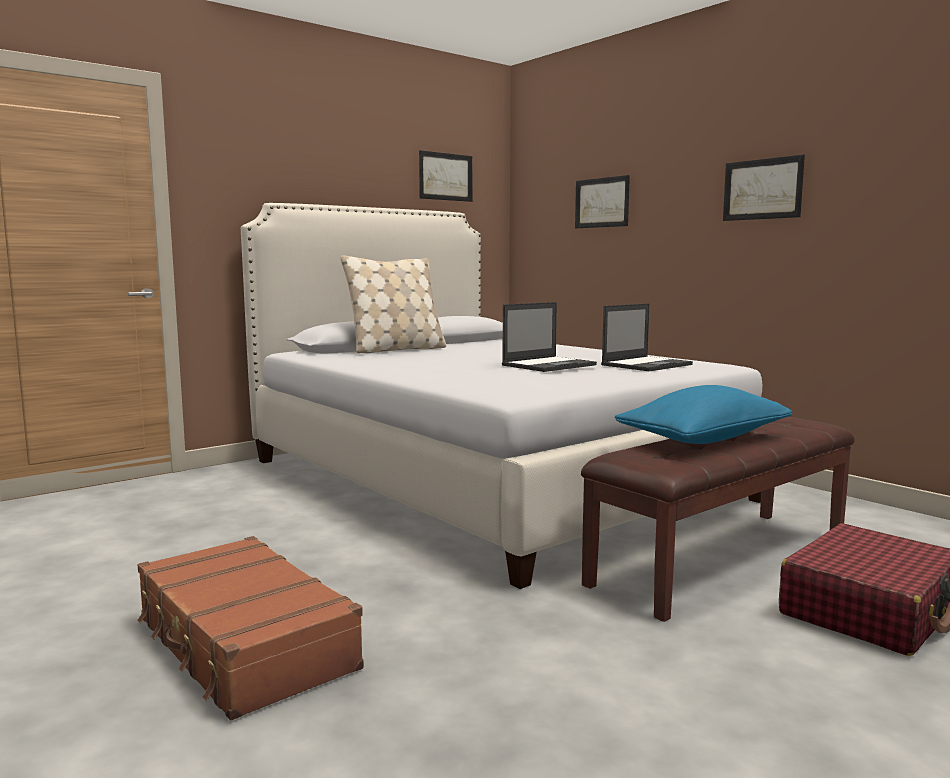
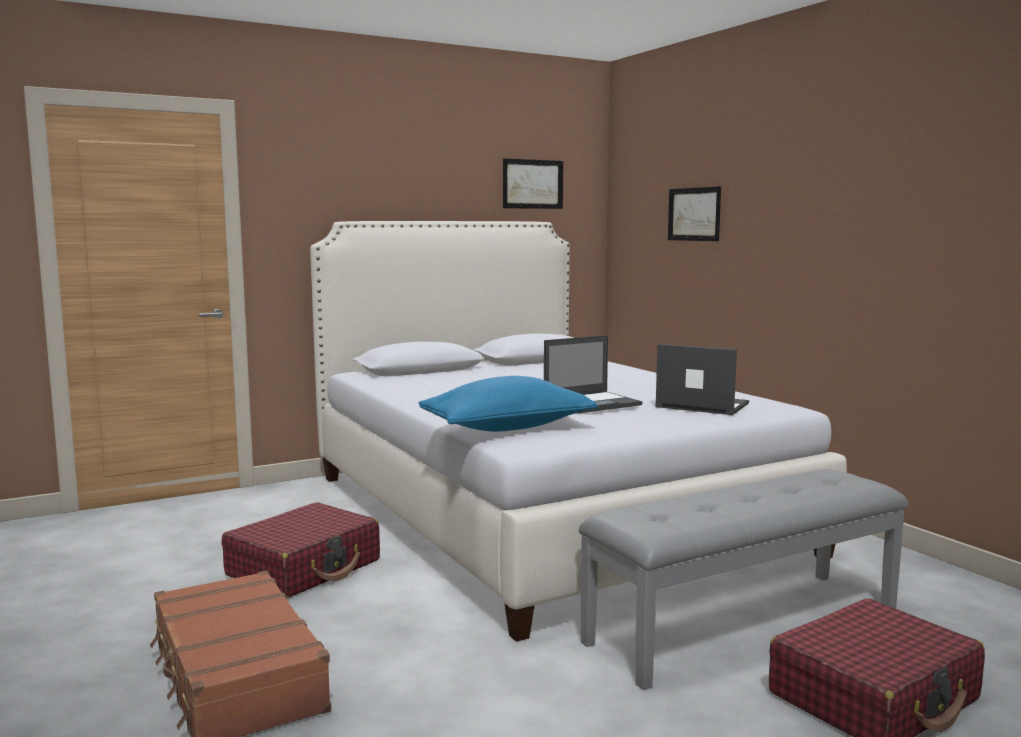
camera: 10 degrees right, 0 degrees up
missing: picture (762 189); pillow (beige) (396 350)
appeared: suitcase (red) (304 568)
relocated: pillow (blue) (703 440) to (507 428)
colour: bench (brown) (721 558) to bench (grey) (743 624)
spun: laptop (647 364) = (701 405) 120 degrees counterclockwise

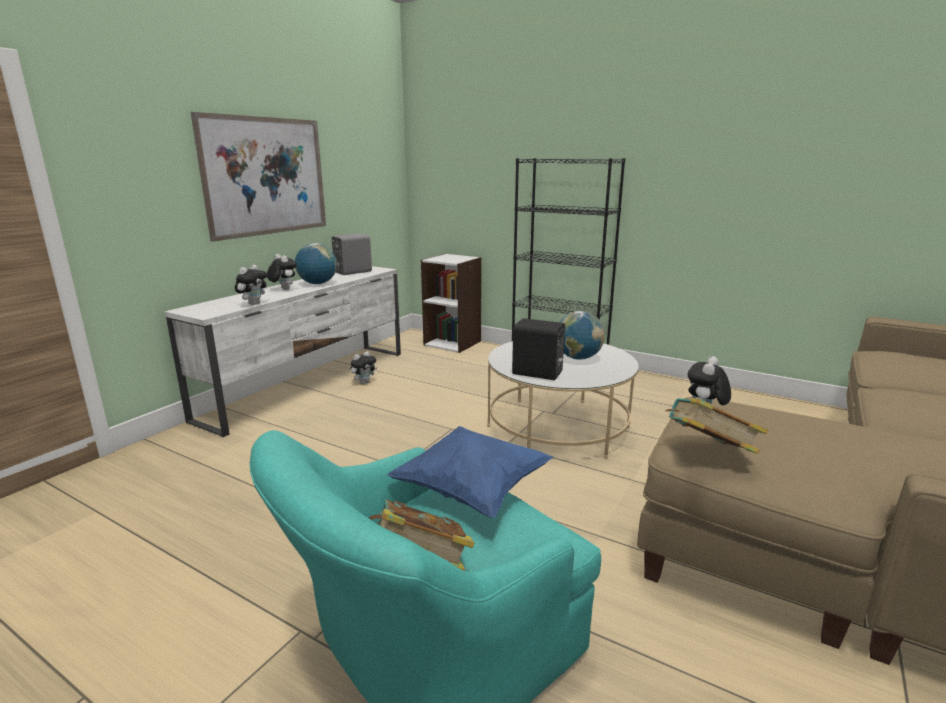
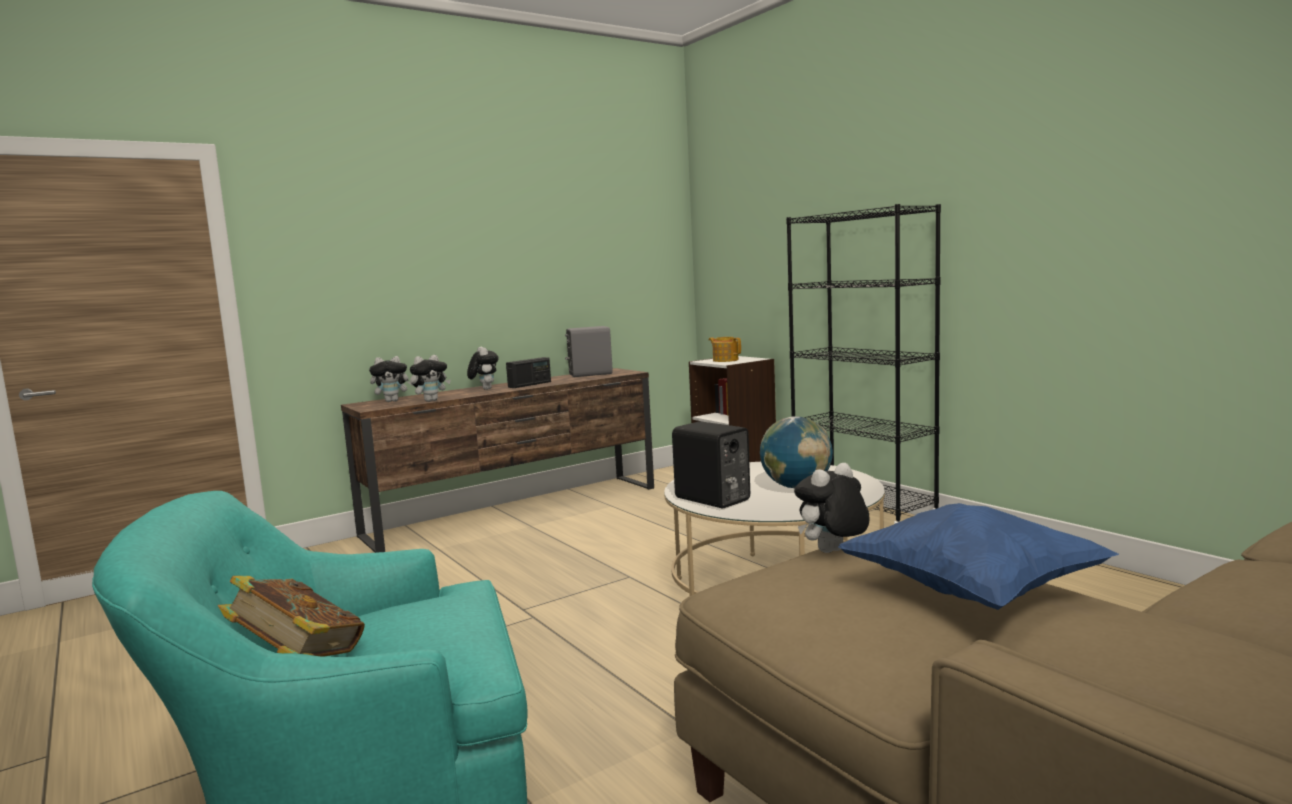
camera: 25 degrees right, 10 degrees down
missing: picture (266 176); book (708 451)
appeared: teapot (725 360)
relocated: plush toy (364 382) to (393 401); pillow (blue) (472 490) to (972 593)
exchanged: globe (317 284) to radio (530 384)
colour: tv stand (white) (310 383) to tv stand (brown) (517 510)

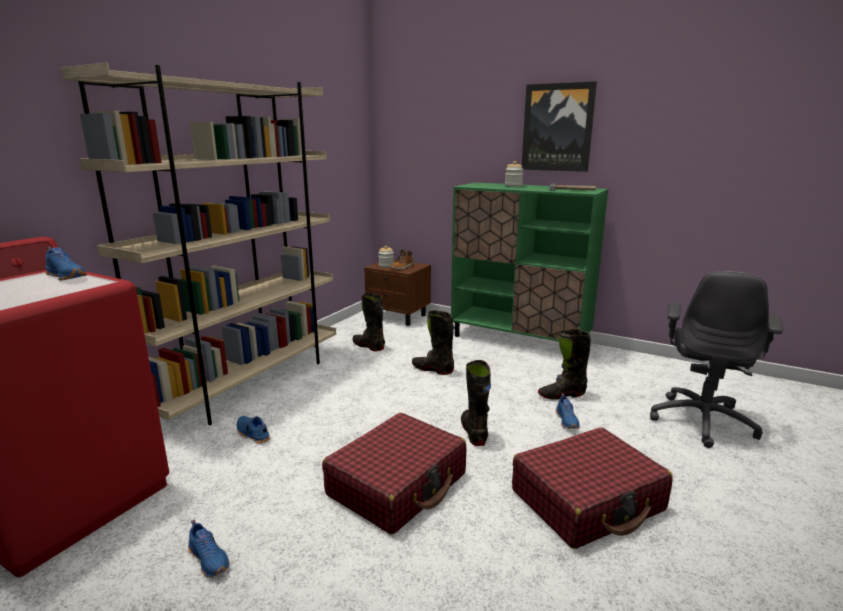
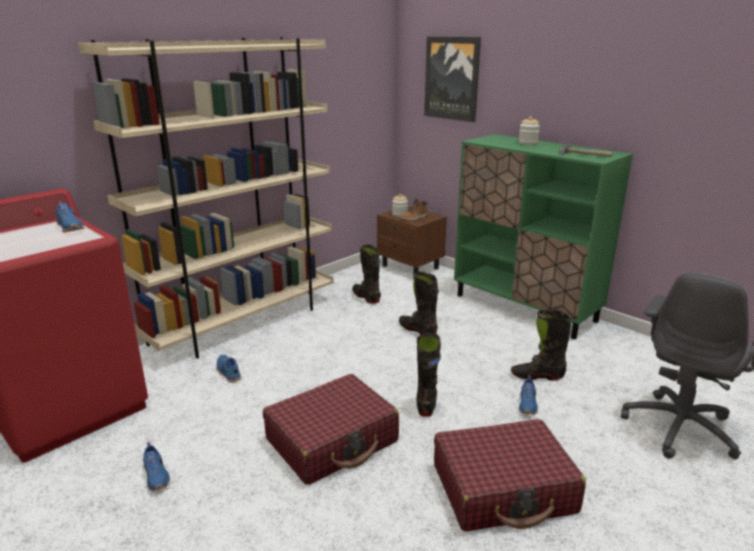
camera: 15 degrees right, 5 degrees up
relocated: picture (557 127) to (452 78)

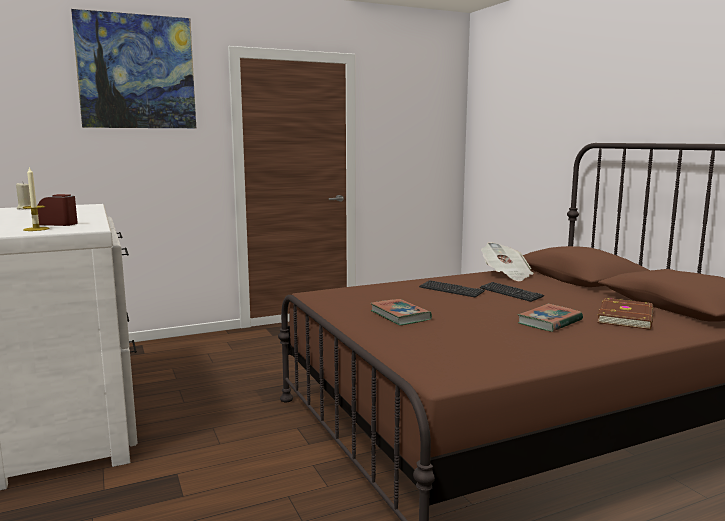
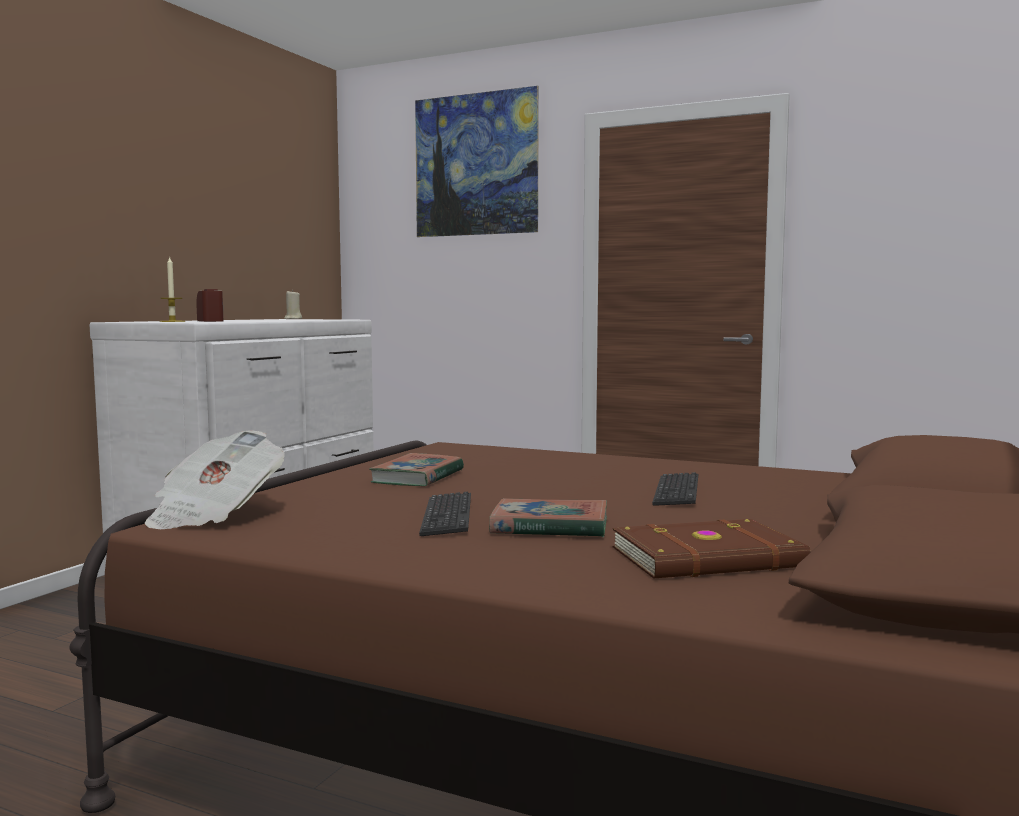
camera: 50 degrees right, 5 degrees down
relocated: newspaper (506 275) to (214 515); keyboard (451 290) to (447 517)

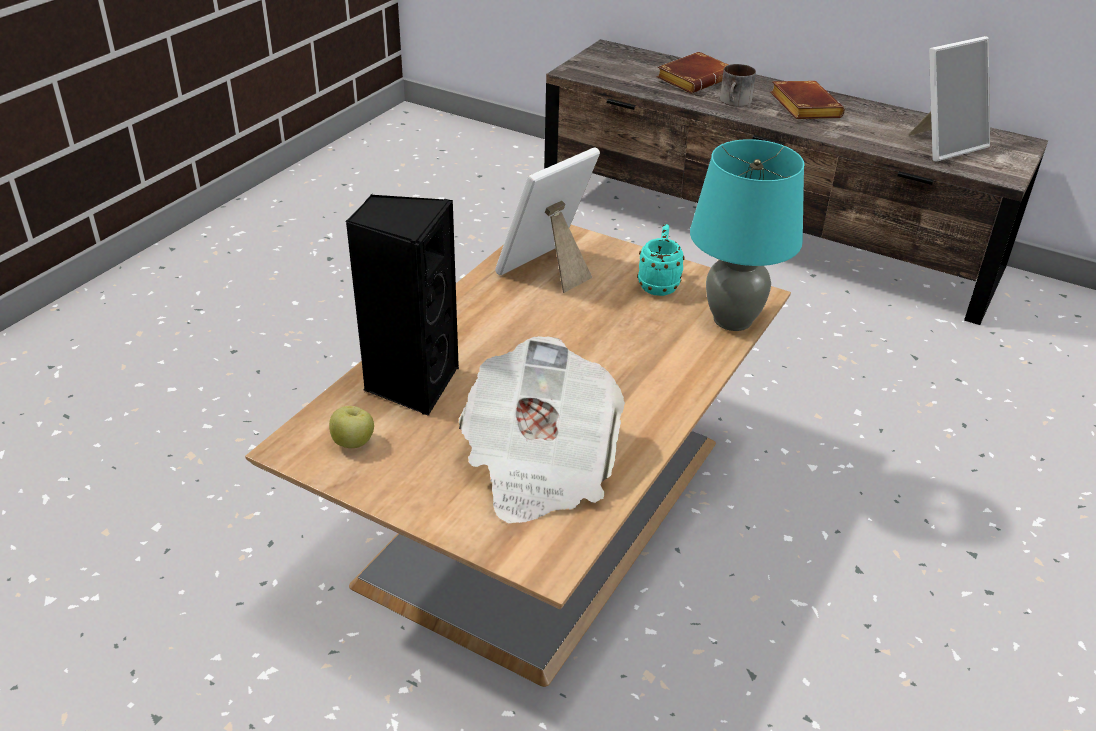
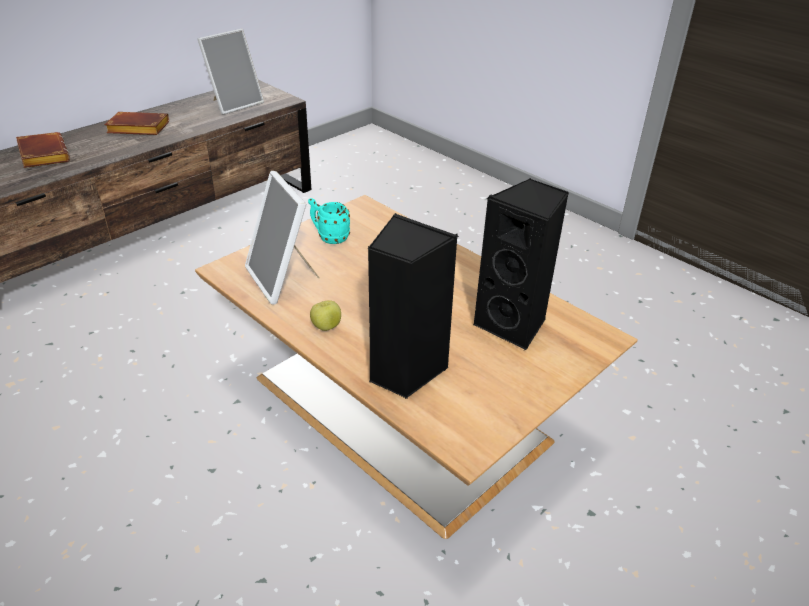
camera: 75 degrees left, 0 degrees up
missing: mug (735 102); table lamp (turquoise) (732 320)
relocated: apple (353 443) to (326 327)
exchanged: newspaper (539 465) to speaker (black) (514 325)
spun: picture frame (943 145) = (234 104) 60 degrees clockwise

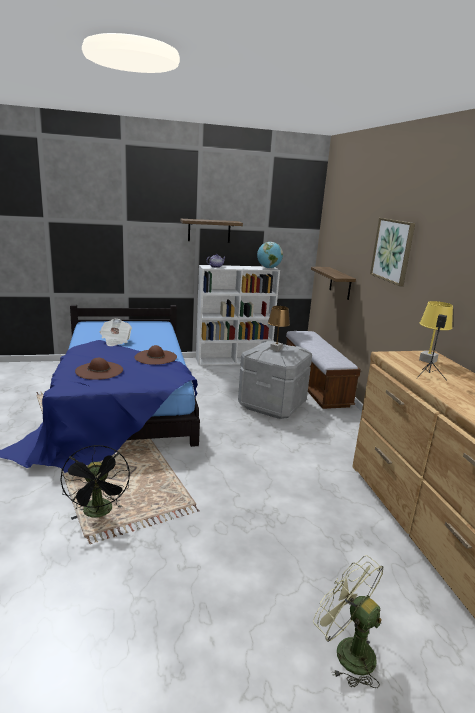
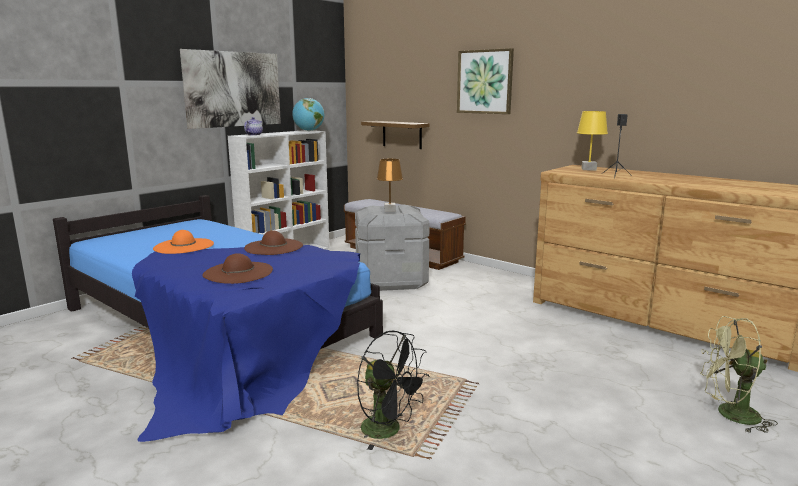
camera: 35 degrees left, 5 degrees down
exchanged: shelf (209 230) to picture (233 89); newspaper (115 341) to hat (orange) (184 246)

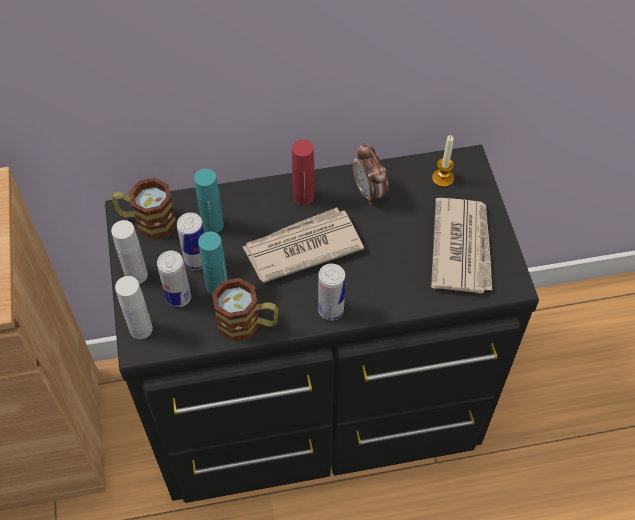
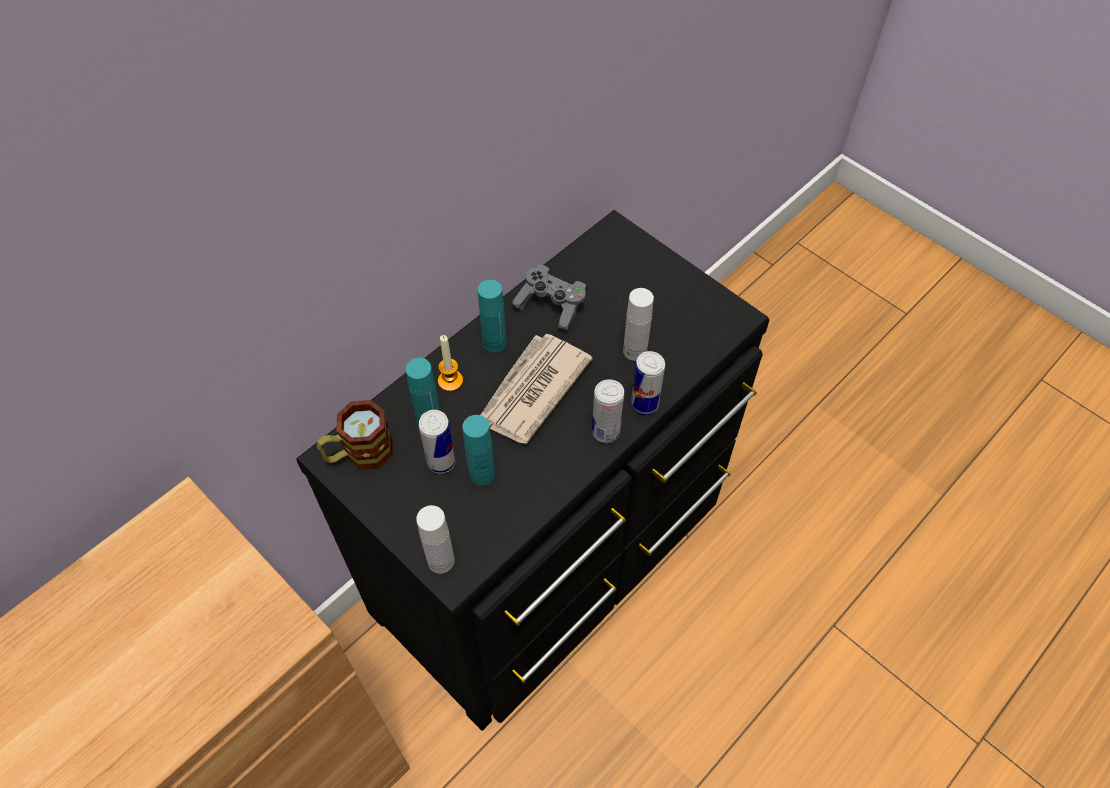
camera: 35 degrees left, 0 degrees up
missing: newspaper (462 247); mug (247 323)
relocated: candle (443 178) to (450 381); bottle (white) (136 275) to (635 351); can (178 297) to (644 404)
exchanged: alarm clock (369 192) to game controller (grey) (551 305)
colour: bottle (red) (303 196) to bottle (turquoise) (494 343)

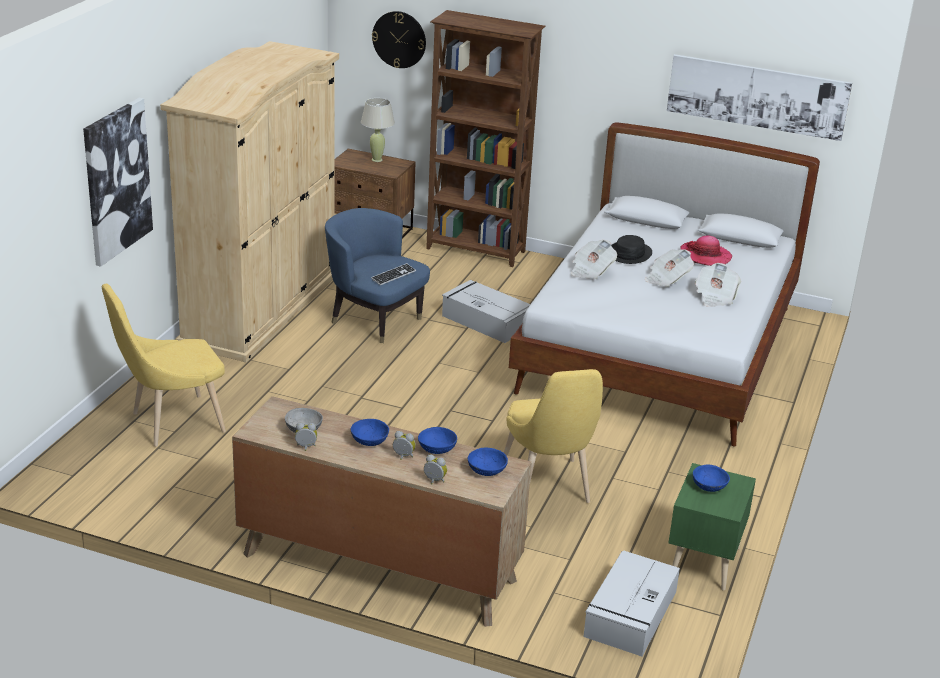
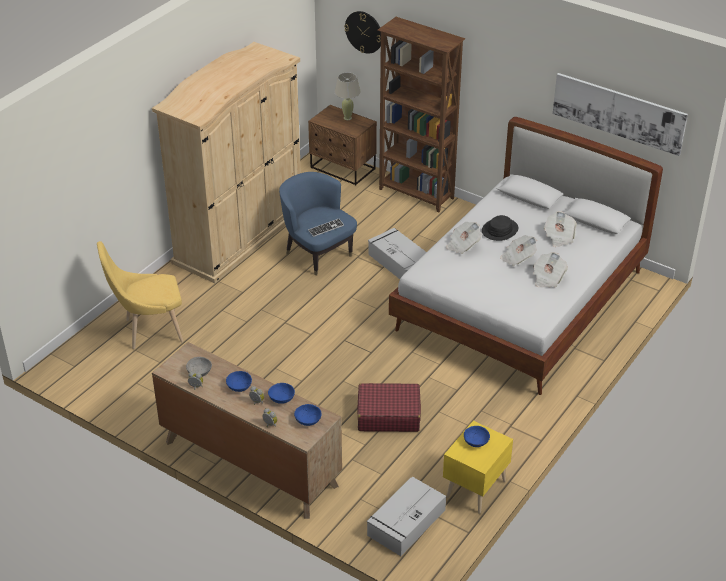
camera: 15 degrees right, 10 degrees up
missing: picture (117 181)
exchanged: hat (705 256) to newspaper (559 237); chair (yellow) (547 489) to suitcase (red) (388 415)
colour: nightstand (green) (703 562) to nightstand (yellow) (474 489)

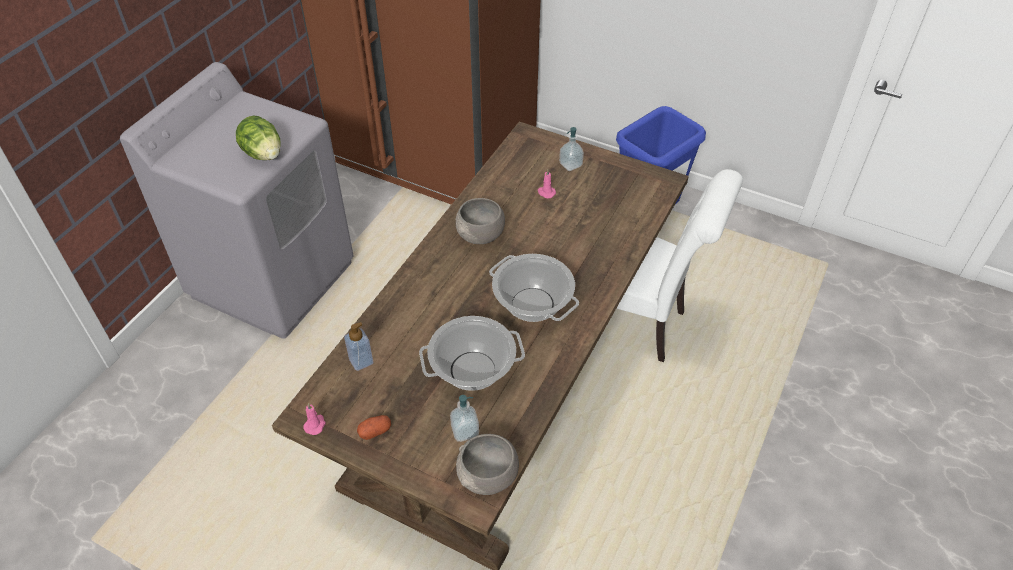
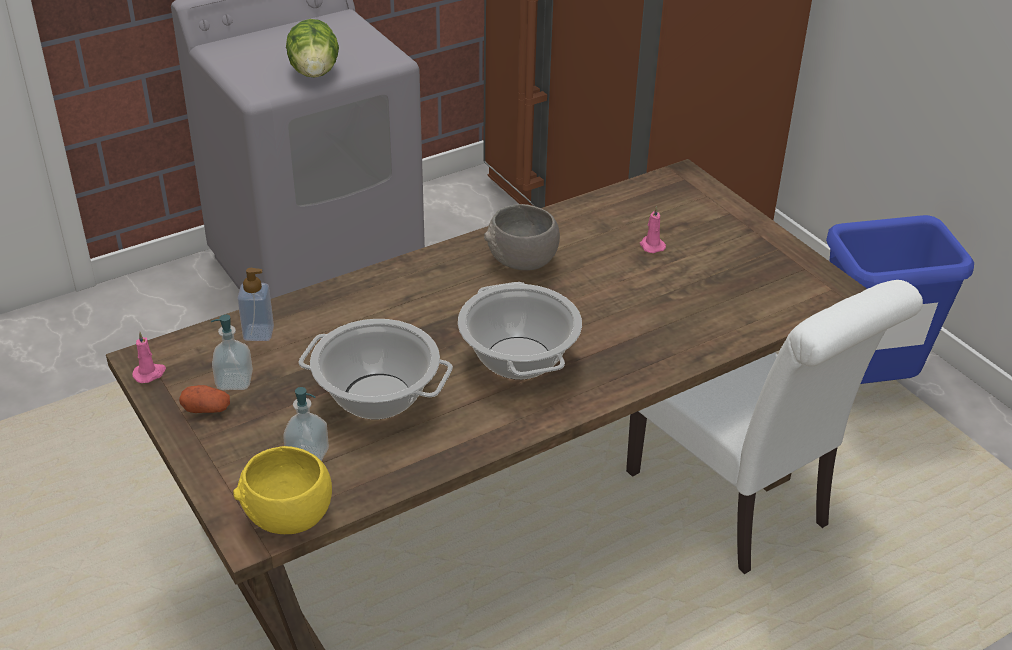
camera: 30 degrees right, 10 degrees down
relocated: soap dispenser (570 164) to (234 381)
colour: bowl (grey) (487 477) to bowl (yellow) (287 516)

